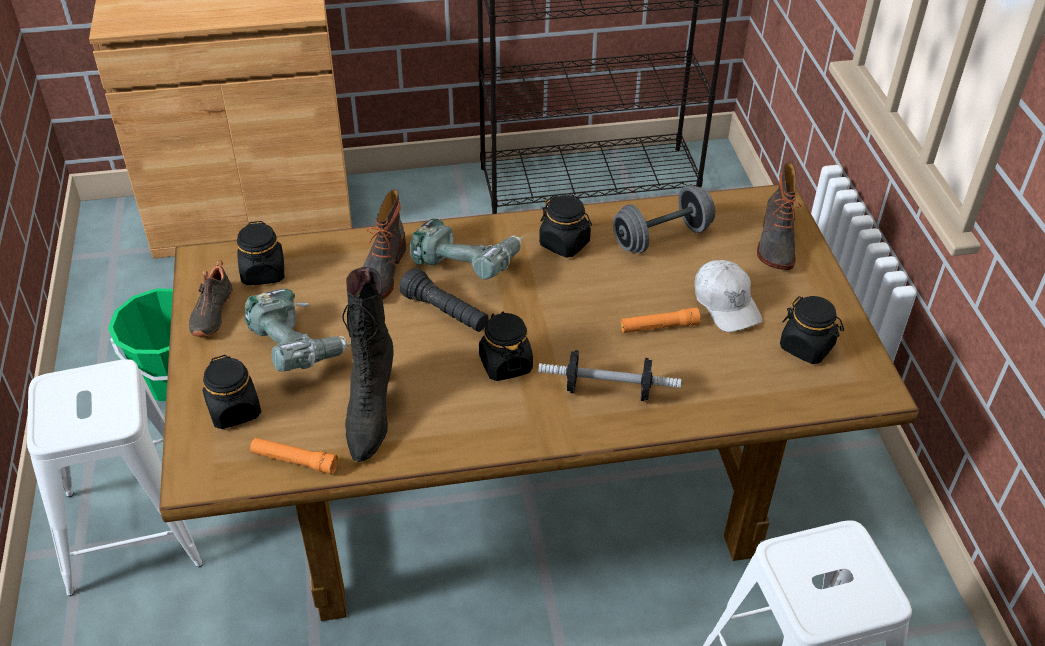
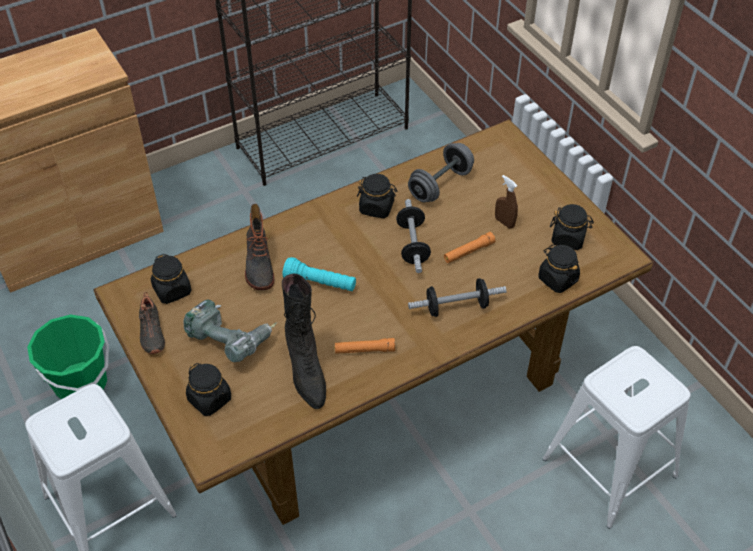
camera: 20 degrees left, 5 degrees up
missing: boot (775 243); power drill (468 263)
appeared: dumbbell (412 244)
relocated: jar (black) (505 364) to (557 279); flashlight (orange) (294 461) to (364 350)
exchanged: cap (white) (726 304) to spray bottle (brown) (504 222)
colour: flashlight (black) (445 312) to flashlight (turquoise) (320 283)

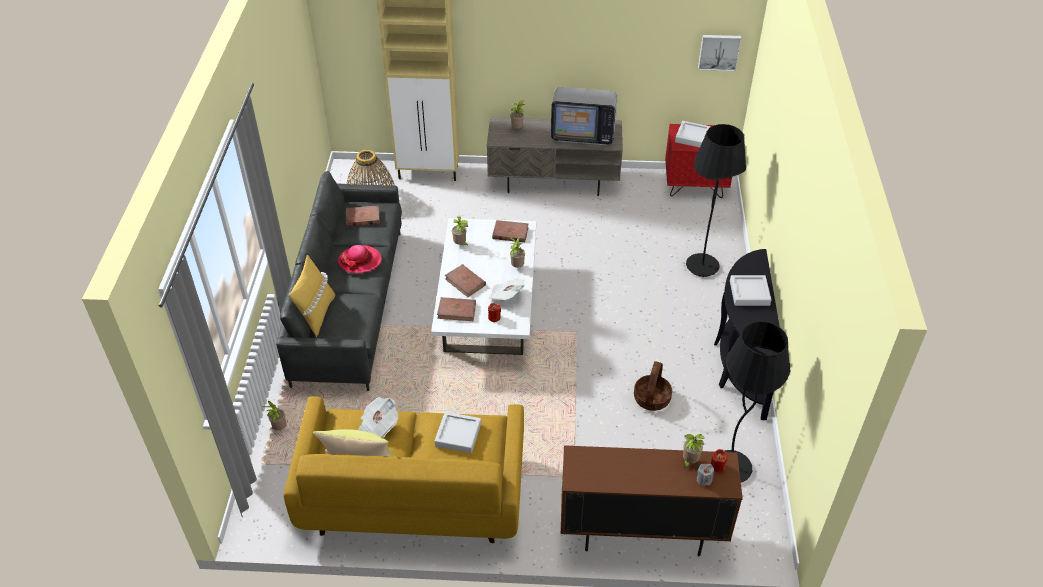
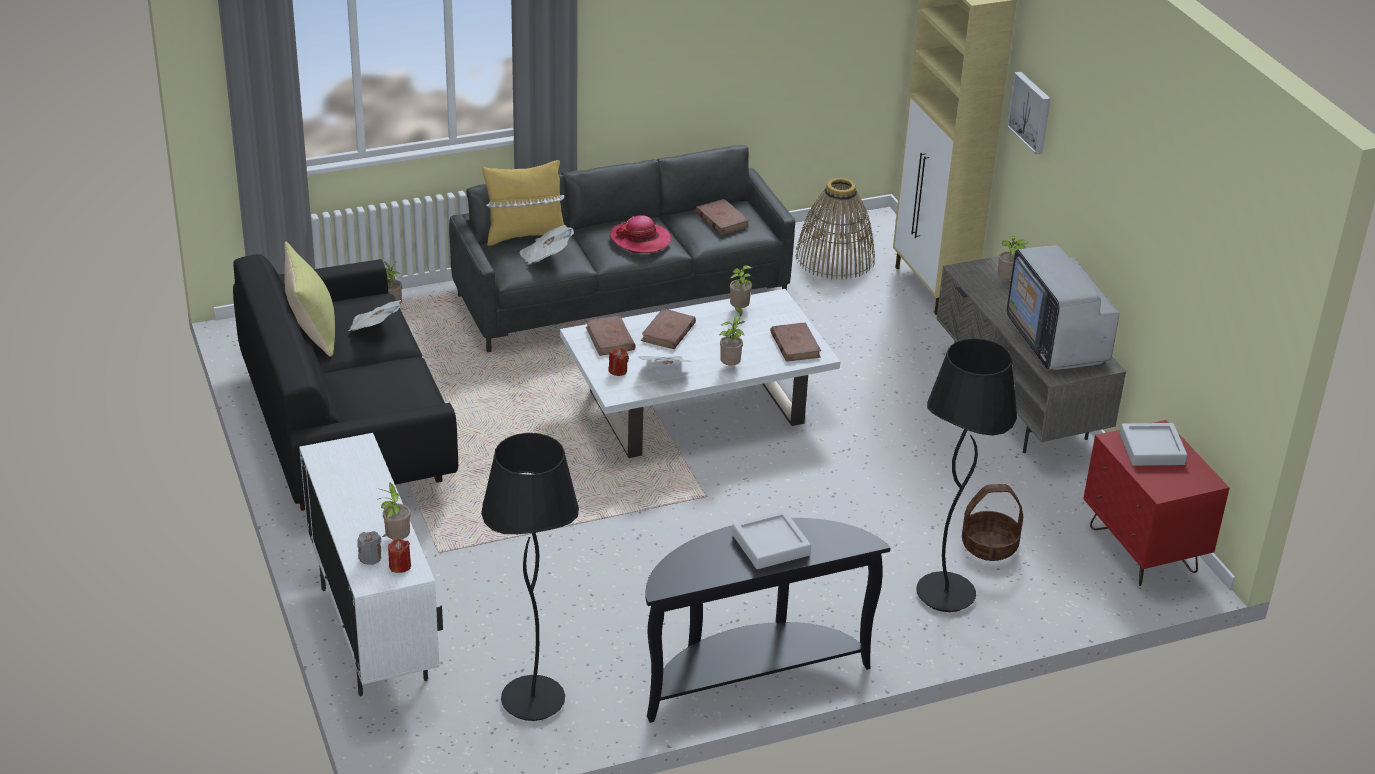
camera: 65 degrees right, 10 degrees down
missing: tray (grey) (458 435)
appeared: newspaper (545 257)
relocated: picture (719 51) to (1031 112); basket (652 398) to (989 546)
colour: sofa (yellow) (413 493) to sofa (black) (346 429); cabinet (brown) (641 533) to cabinet (white) (373 633)

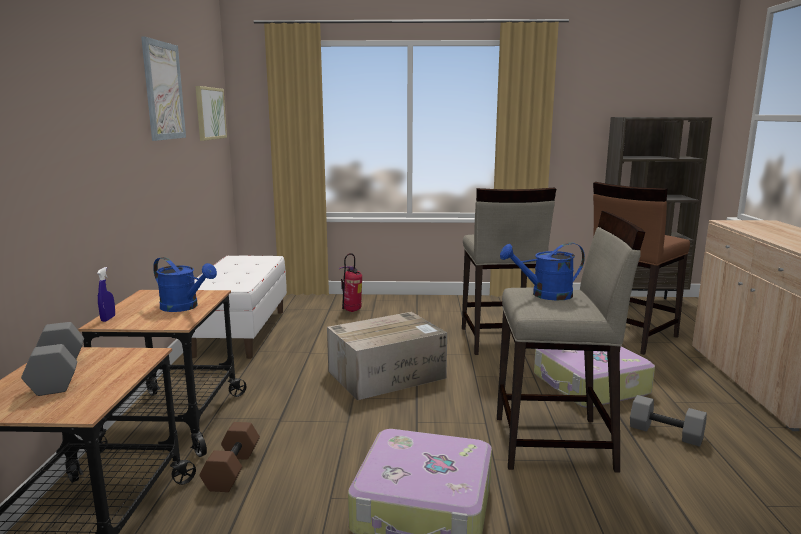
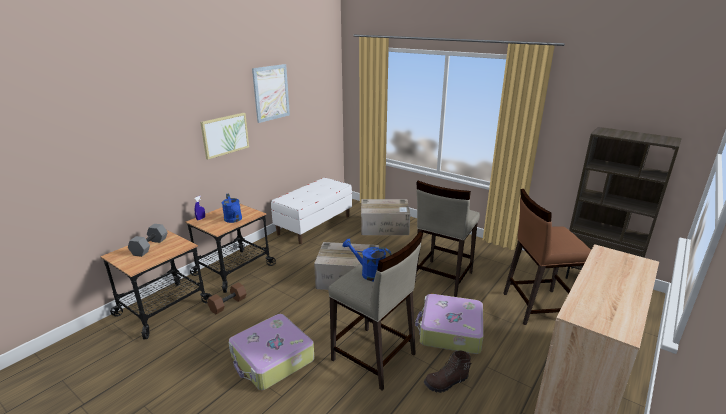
camera: 35 degrees right, 10 degrees up
relocated: picture (210 113) to (225 135)
exchanged: fire extinguisher (352 311) to cardboard box (385 227); dumbbell (grey) (666 432) to boot (brown) (446 382)

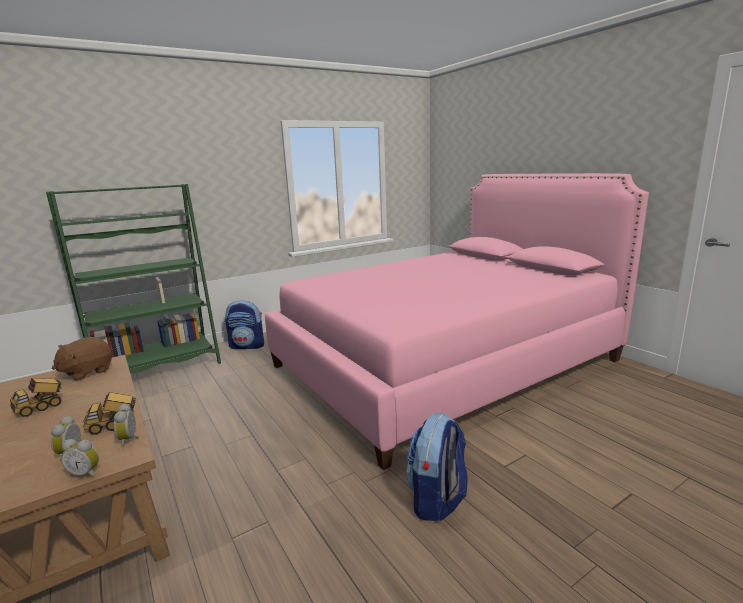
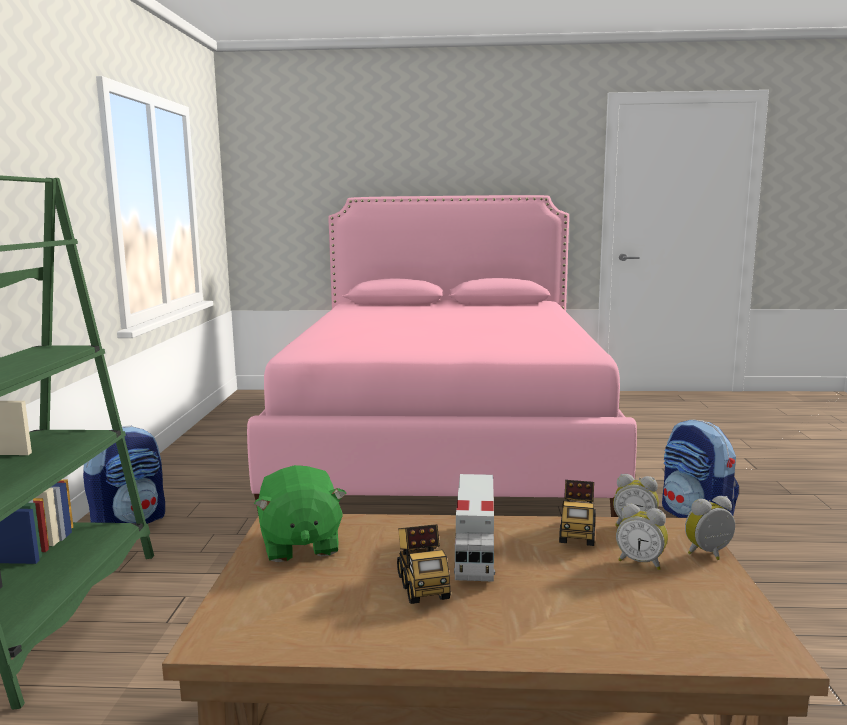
camera: 55 degrees left, 5 degrees down
appeared: toy truck (475 554)
colour: plush toy (brown) (87 372) to plush toy (green) (299 545)
spun: alarm clock (86 473) = (709 554) 150 degrees counterclockwise

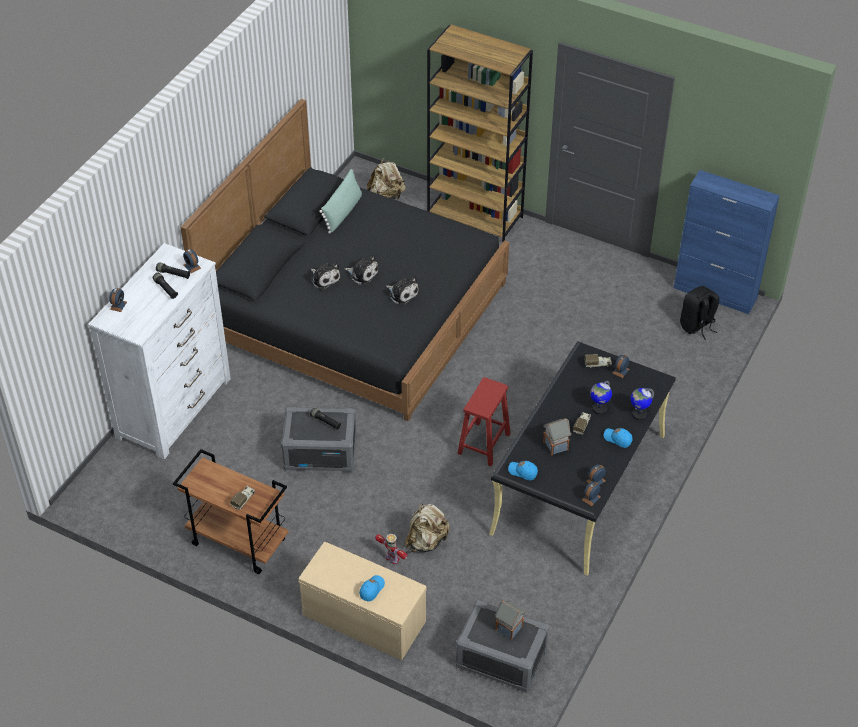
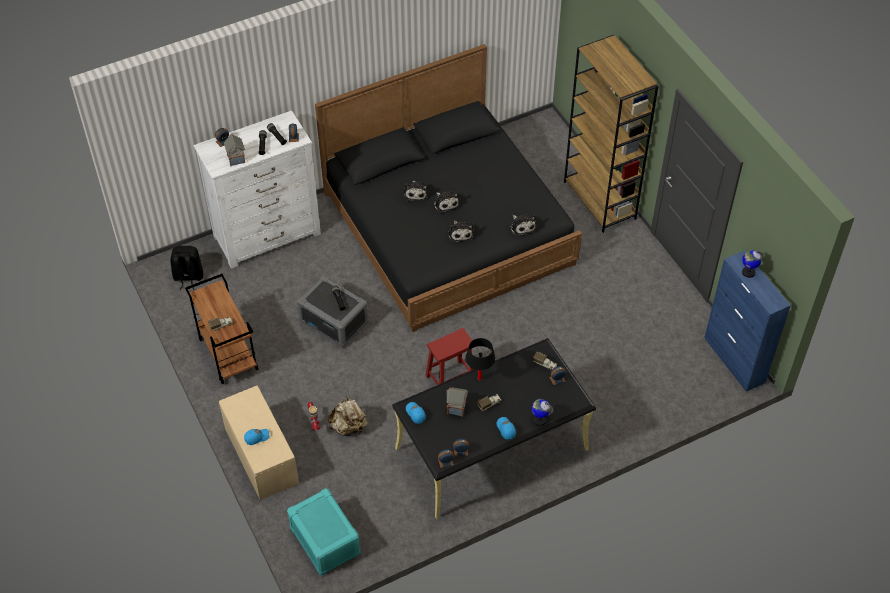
camera: 35 degrees right, 5 degrees up
missing: backpack (beige) (387 195); pillow (green) (343 212)
appeared: plush toy (522 226); table lamp (black) (479 379)
relocated: backpack (black) (697 326) to (188 277); globe (599 408) to (748 272); toy house (509 628) to (236 159)
colour: storage box (grey) (500 659) to storage box (turquoise) (324 540)

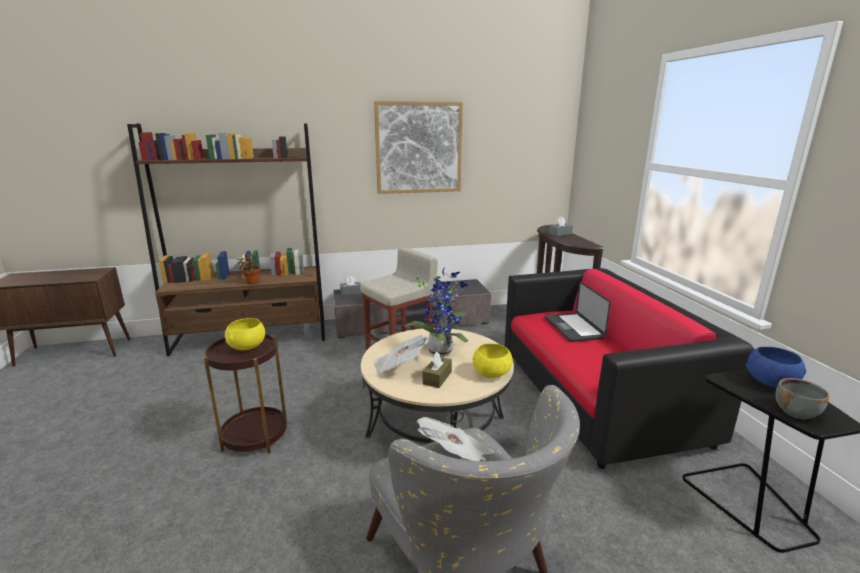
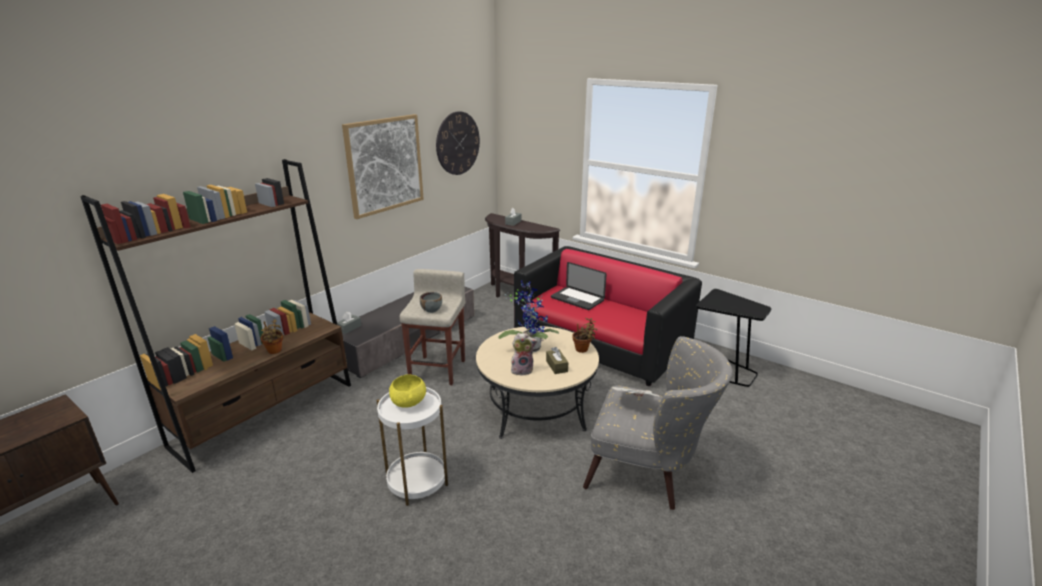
camera: 40 degrees left, 5 degrees up
missing: bowl (blue) (771 382)
appeared: wall clock (458 143)
relocated: bowl (grey) (796 412) to (431 309)
exchanged: newspaper (399 367) to plush toy (522 370); bowl (yellow) (492 374) to potted plant (583 349)
colour: side table (brown) (255 436) to side table (white) (417 482)

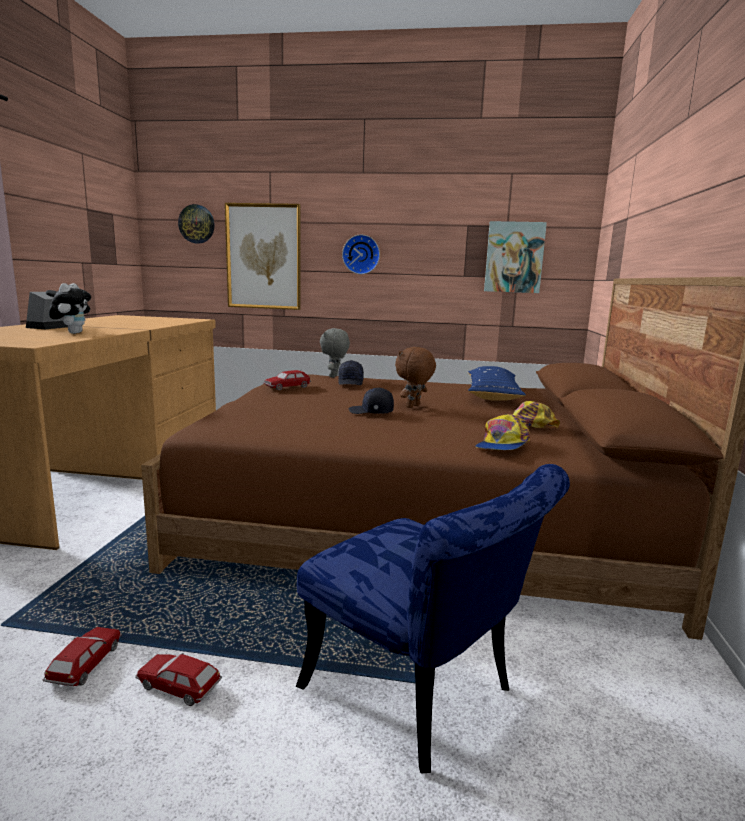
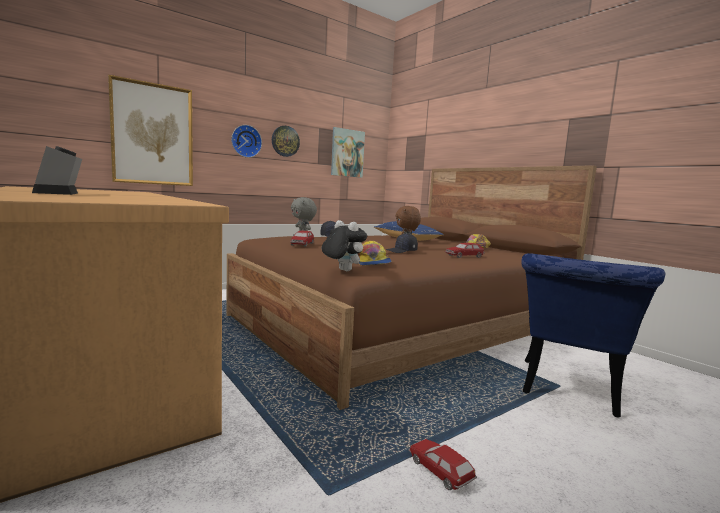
camera: 45 degrees left, 5 degrees down
relocated: wall clock (196 224) to (285 141); plush toy (73 333) to (342 270); cap (502 445) to (371 262); toy car (178 685) to (464 256)
spun: chair (blue) (421 696) = (568 391) 120 degrees clockwise

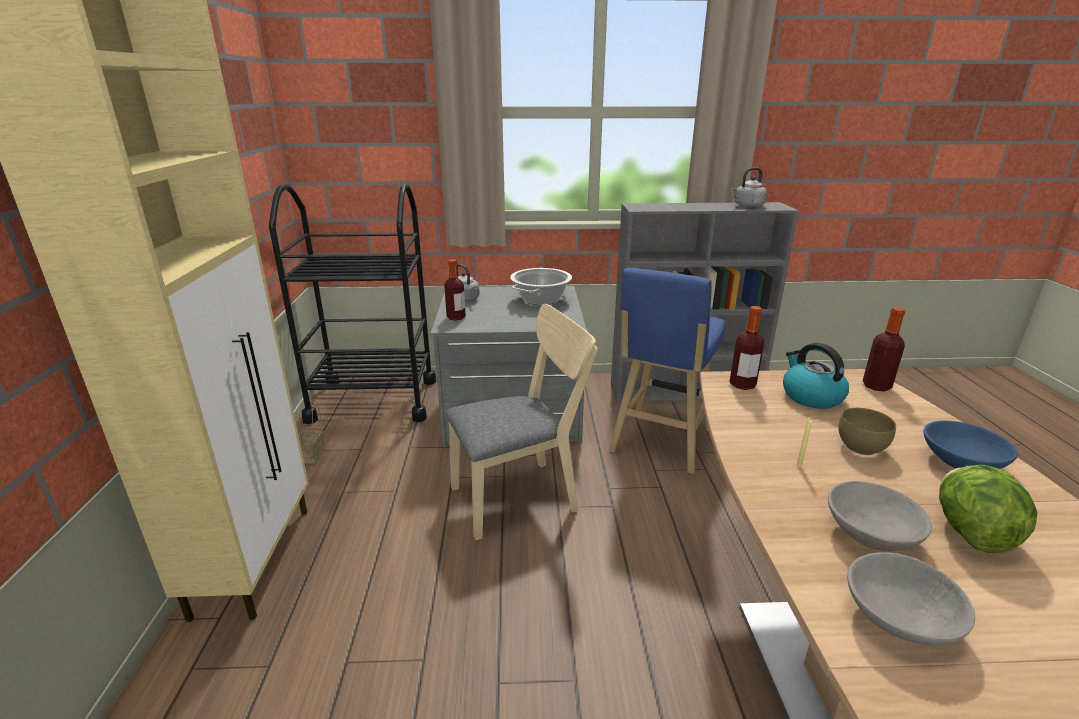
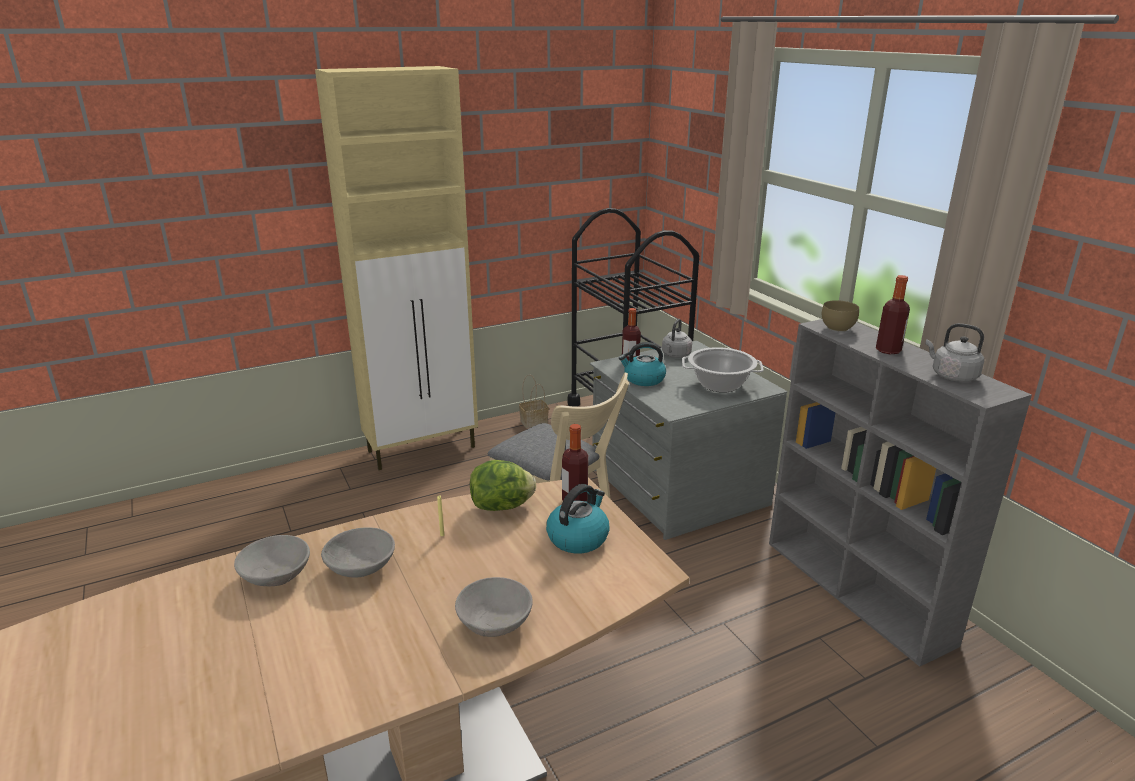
camera: 65 degrees right, 0 degrees up
missing: stool (blue) (660 443)
appeared: kettle (643 379)
relocated: bottle (876 386) to (888 350); bowl (brown) (860 446) to (838 328); lettuce (970 532) to (502 506)
colour: bowl (blue) (961 463) to bowl (grey) (494 623)

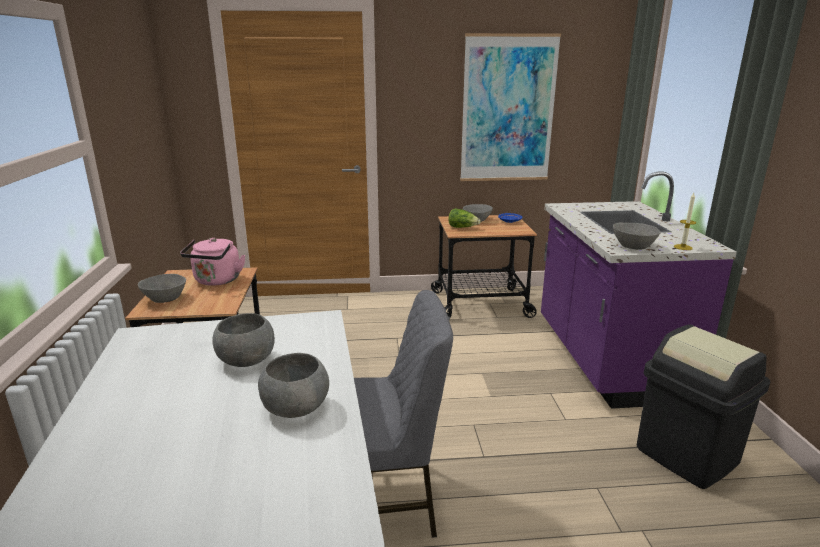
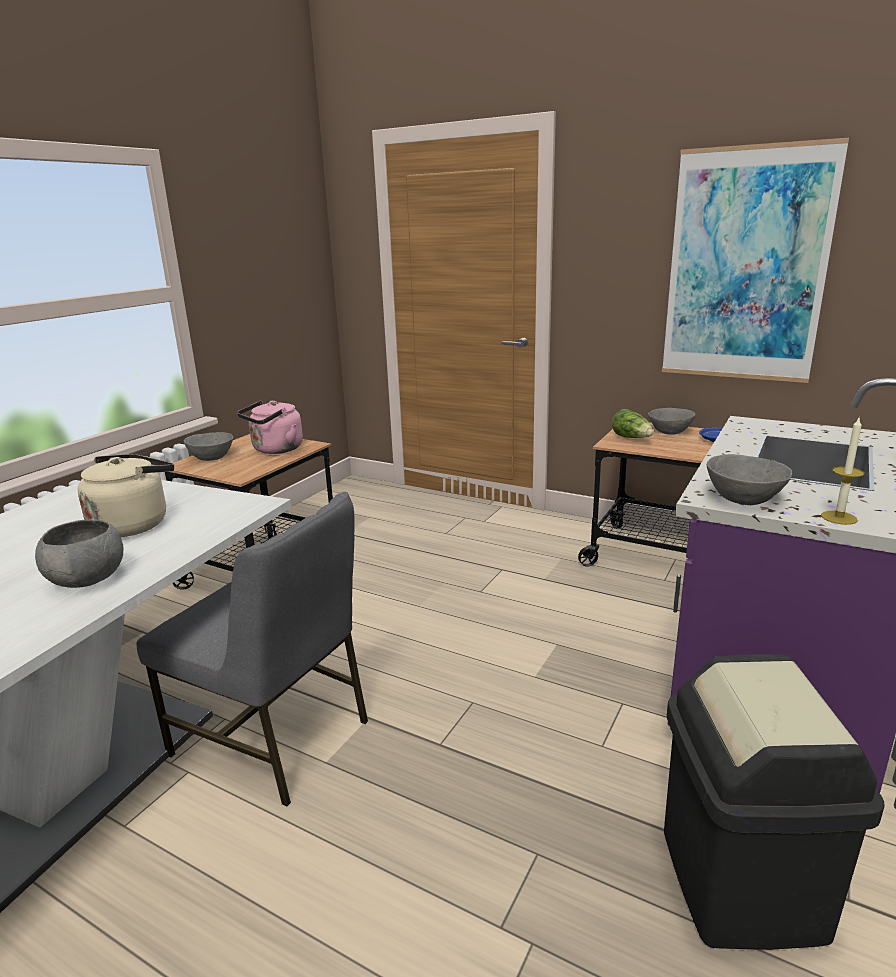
camera: 35 degrees right, 0 degrees up
exchanged: bowl (grey) (247 359) to kettle (beige) (133 524)

